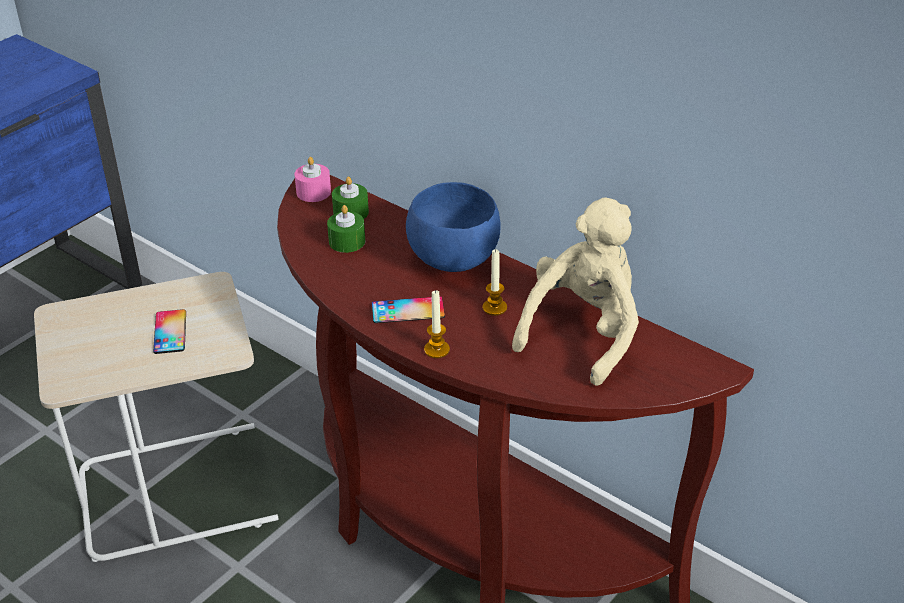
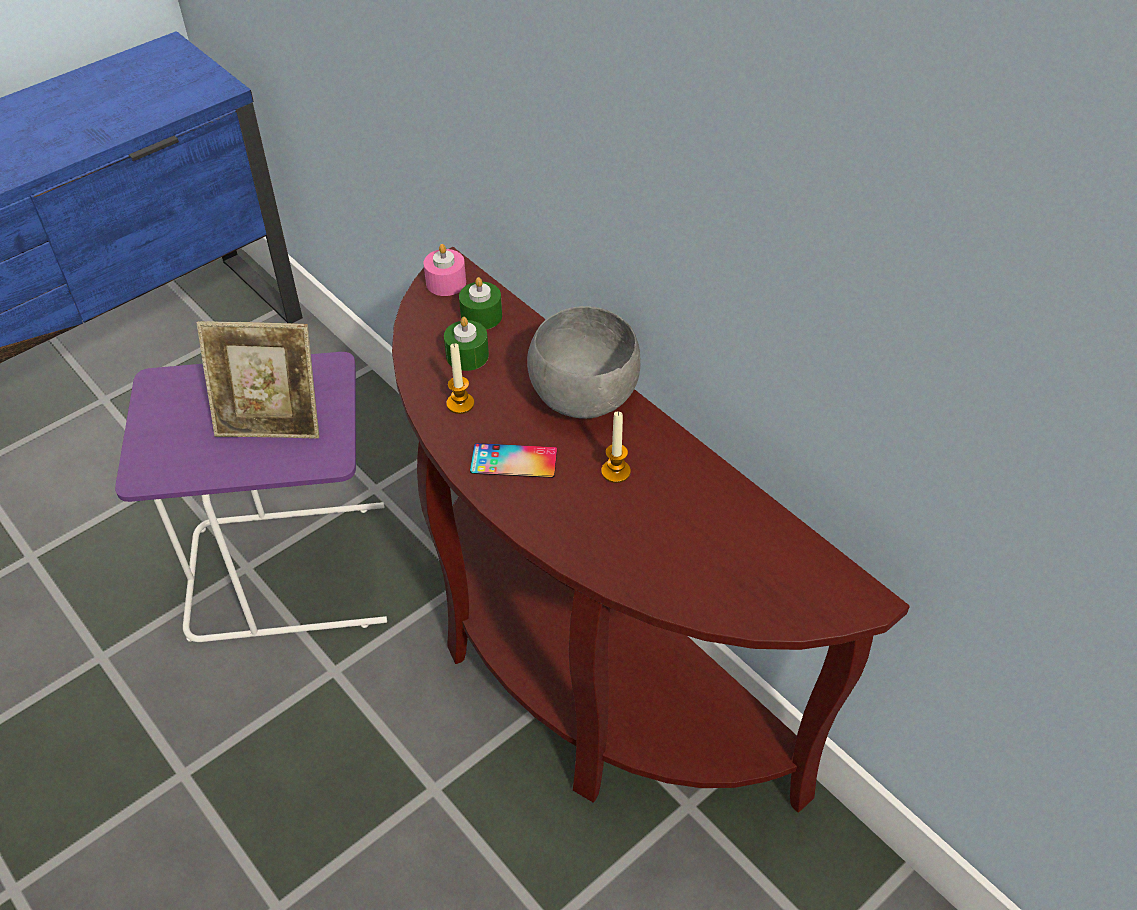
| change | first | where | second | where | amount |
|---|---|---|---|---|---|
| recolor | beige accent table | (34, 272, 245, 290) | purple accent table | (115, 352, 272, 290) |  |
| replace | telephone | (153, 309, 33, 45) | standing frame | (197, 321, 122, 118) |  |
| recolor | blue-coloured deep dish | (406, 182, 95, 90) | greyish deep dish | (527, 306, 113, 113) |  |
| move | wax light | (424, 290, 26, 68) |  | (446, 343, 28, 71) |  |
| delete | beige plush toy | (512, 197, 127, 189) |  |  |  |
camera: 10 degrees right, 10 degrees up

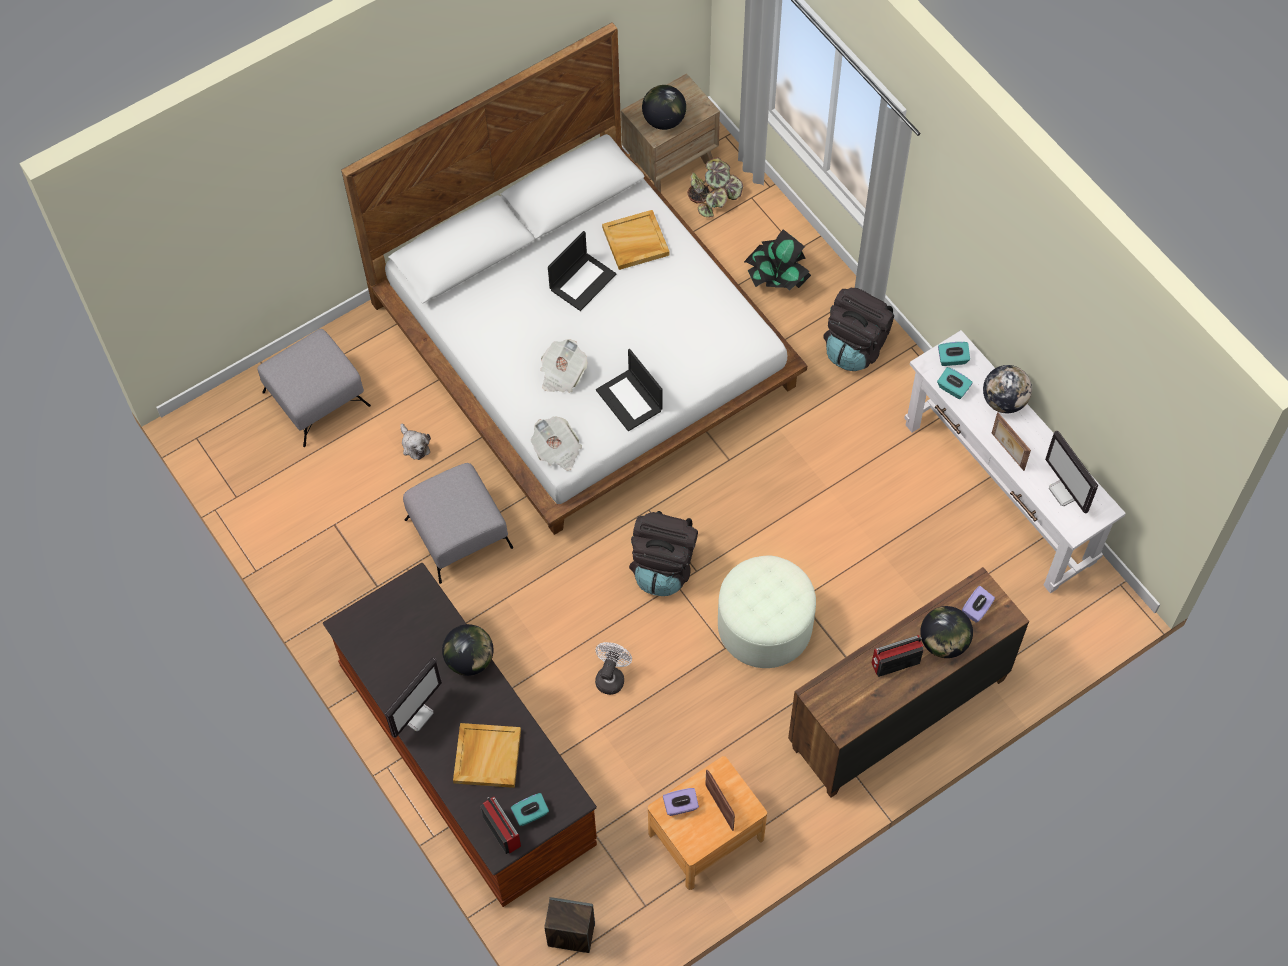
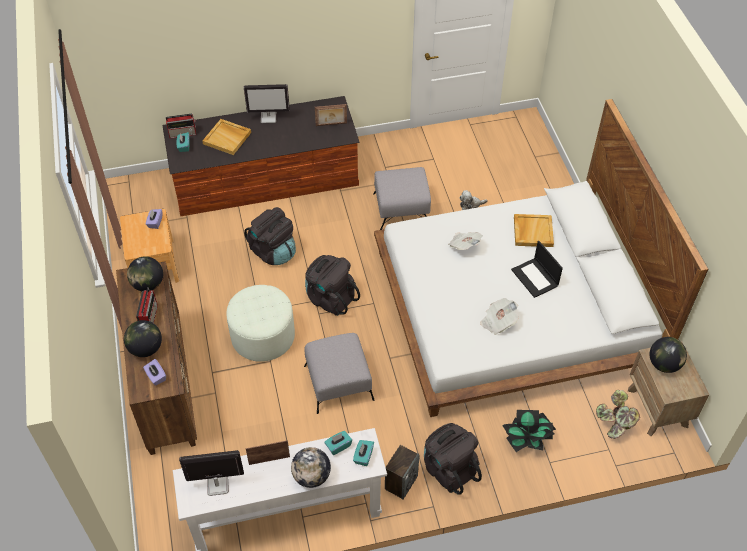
| change | first | where | second | where | amount |
|---|---|---|---|---|---|
| move | greyish ottoman | (257, 329, 114, 118) |  | (304, 333, 70, 81) |  |
| rotate | monitor | (385, 658, 57, 80) |  | (244, 84, 46, 39) | 60 degrees counterclockwise |
| move | world globe | (442, 624, 51, 52) |  | (127, 256, 36, 35) |  |
| move | daily paper | (531, 417, 51, 54) |  | (480, 298, 39, 37) |  |
| move | speaker | (544, 897, 51, 56) |  | (385, 445, 34, 54) |  |
| replace | white cooling fan | (595, 642, 37, 53) | black-coloured knapsack | (244, 207, 52, 58) |  |
| delete | laptop | (596, 349, 67, 82) |  |  |  |
| move | beige carrying tray | (602, 210, 68, 60) |  | (514, 214, 40, 33) |  |
| move | standing frame | (705, 770, 30, 61) |  | (315, 104, 32, 22) |  |
camera: 110 degrees right, 10 degrees down

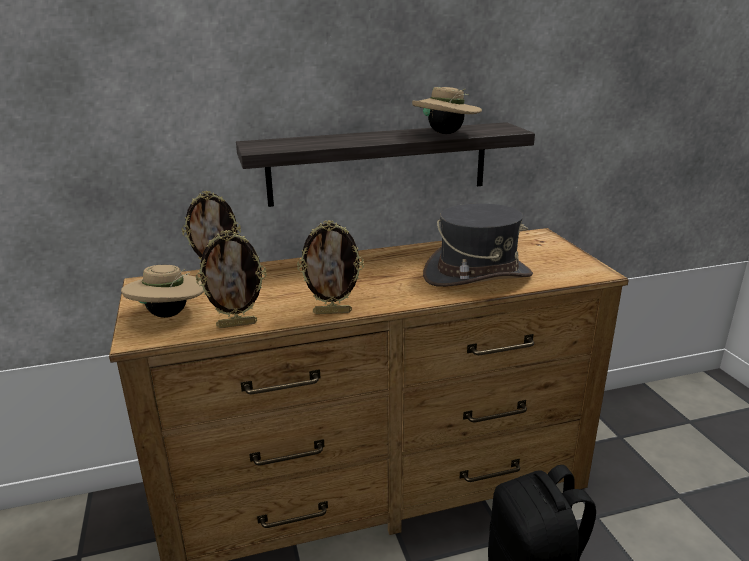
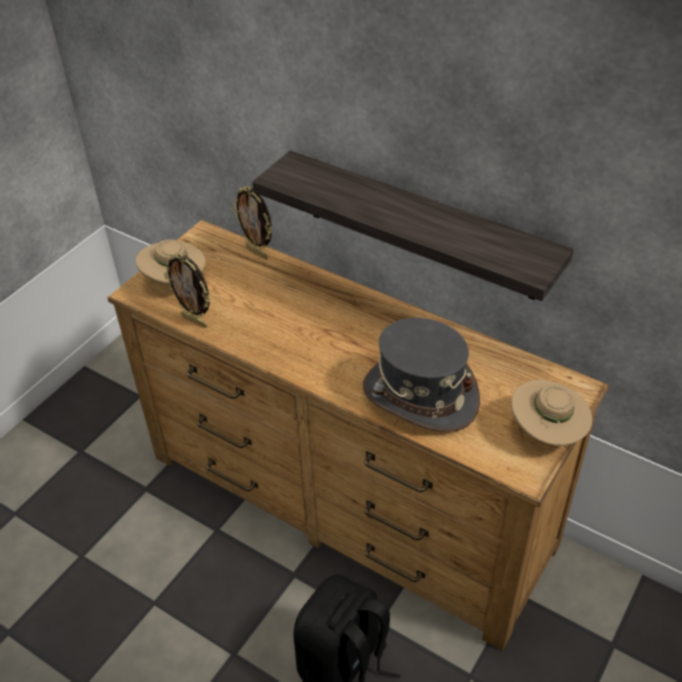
| change | first | where | second | where | amount |
|---|---|---|---|---|---|
| delete | standing frame | (297, 220, 67, 94) |  |  |  |
| move | beige clothing hat | (412, 87, 70, 47) |  | (511, 380, 82, 66) |  |
camera: 50 degrees right, 20 degrees up

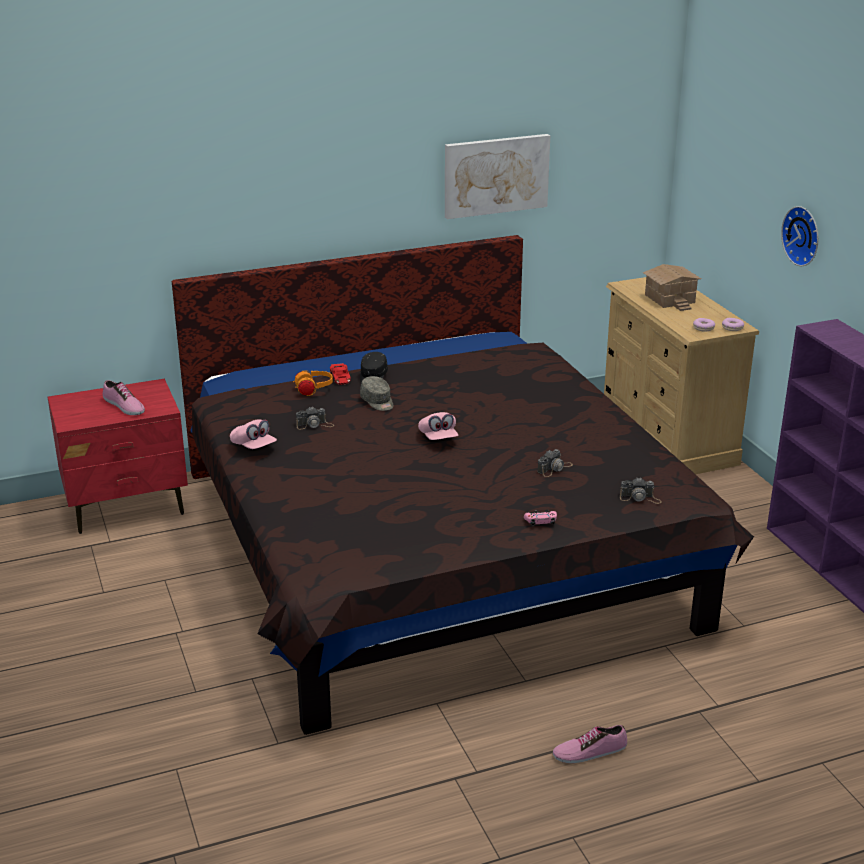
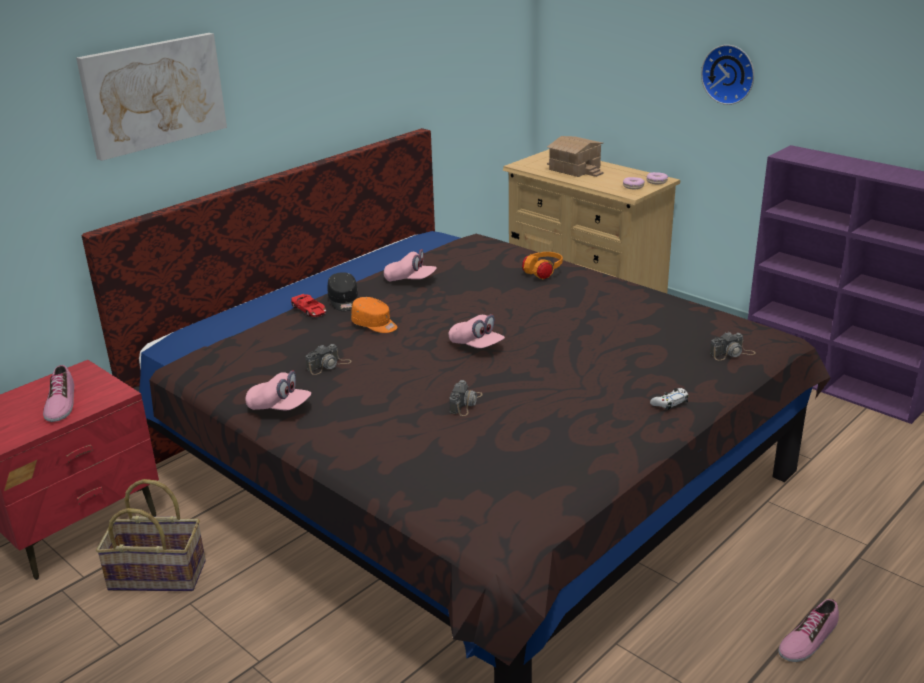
| change | first | where | second | where | amount |
|---|---|---|---|---|---|
| rotate | item of footwear | (103, 380, 42, 35) |  | (43, 365, 31, 57) | 60 degrees clockwise |
| move | orange-coloured pair of headphones | (293, 370, 40, 26) |  | (522, 252, 41, 27) |  |
| recolor | greyish baseball cap | (360, 376, 33, 35) | orange-coloured baseball cap | (351, 297, 46, 36) |  |
| move | wall picture | (445, 134, 105, 85) |  | (76, 33, 151, 128) |  |
| recolor | pink-coloured joypad | (524, 510, 33, 16) | white joypad | (650, 388, 39, 22) |  |
| move | still camera | (537, 449, 36, 28) |  | (449, 380, 34, 36) |  |
| insert |  |  | basket | (96, 479, 110, 112) |  |
| insert |  |  | pink-coloured baseball cap | (384, 249, 53, 33) |  |
camera: 25 degrees left, 0 degrees up

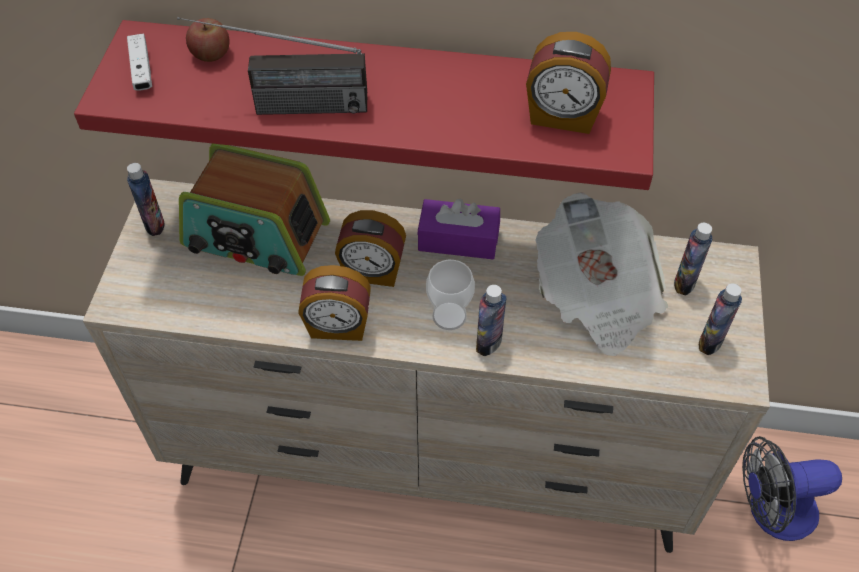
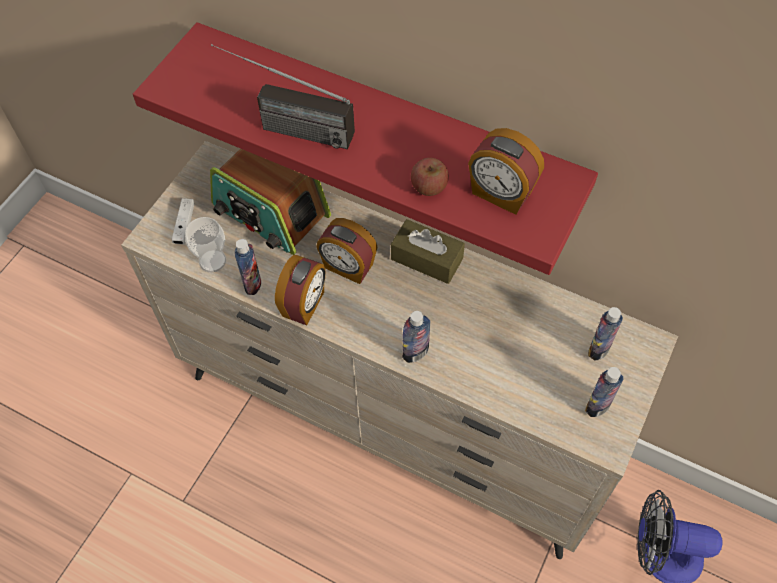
| change | first | where | second | where | amount |
|---|---|---|---|---|---|
| move | white joypad | (127, 34, 25, 57) |  | (172, 198, 22, 46) |  |
| move | bottle | (127, 163, 37, 73) |  | (235, 239, 26, 56) |  |
| move | whole apple | (186, 18, 44, 44) |  | (411, 158, 38, 38) |  |
| rotate | alarm clock | (298, 265, 73, 76) |  | (275, 255, 50, 70) | 90 degrees counterclockwise |
| recolor | purple box of tissues | (417, 199, 83, 61) | brown-coloured box of tissues | (391, 219, 74, 65) |  |
| move | cup | (426, 260, 49, 70) |  | (185, 217, 41, 56) |  |
| delete | daily paper | (536, 192, 132, 164) |  |  |  |
camera: 20 degrees right, 5 degrees up

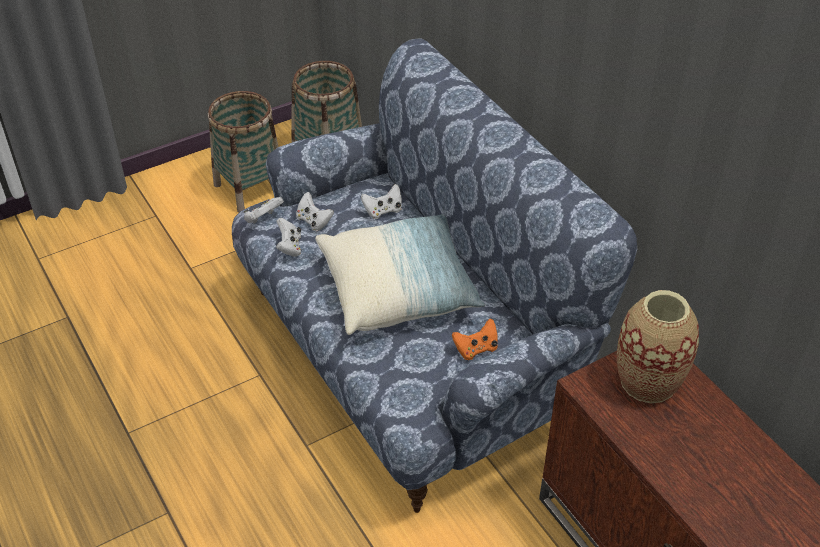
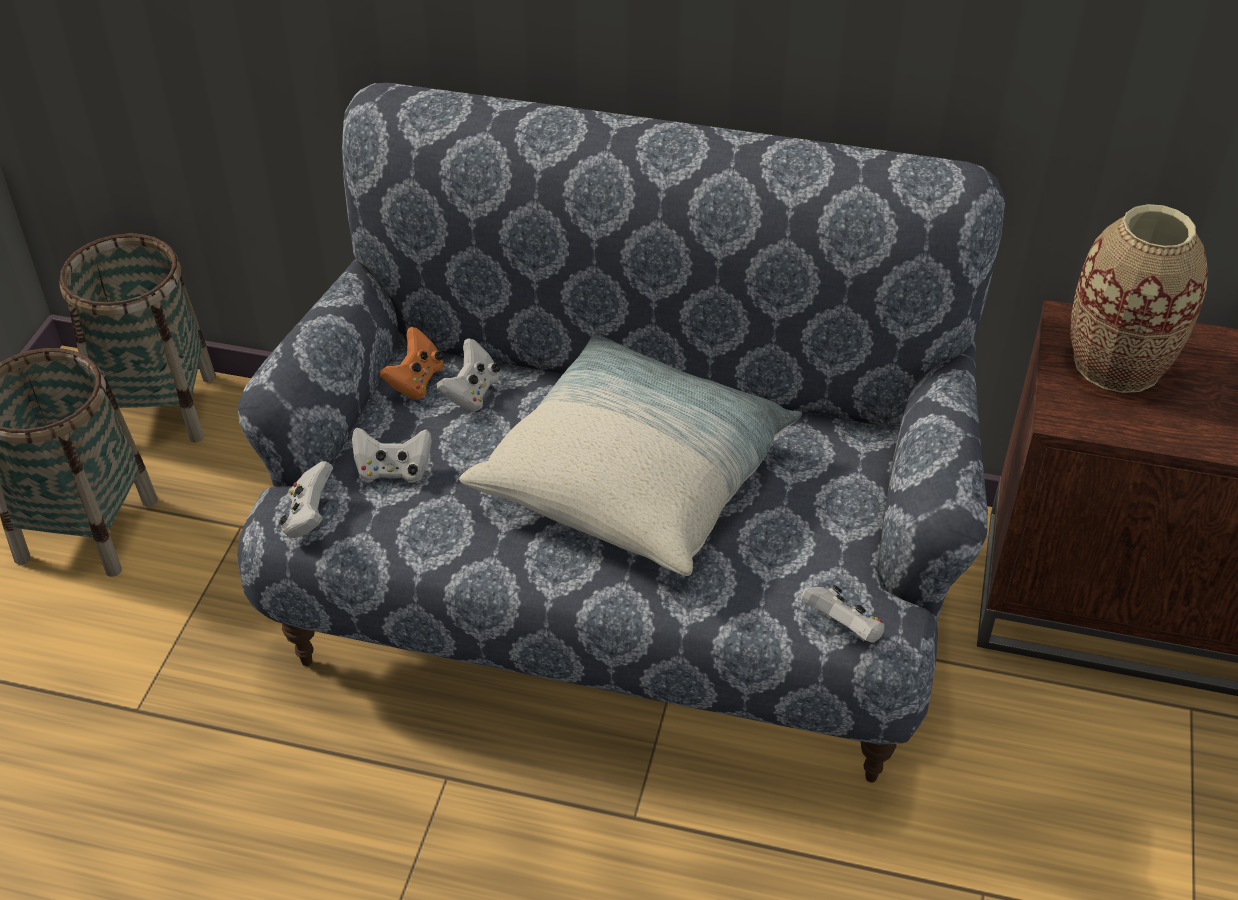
| change | first | where | second | where | amount |
|---|---|---|---|---|---|
| move | white joypad | (276, 218, 25, 39) |  | (801, 585, 84, 58) |  |
| move | orange-coloured joypad | (452, 319, 46, 41) |  | (379, 327, 65, 72) |  |
camera: 45 degrees left, 0 degrees up

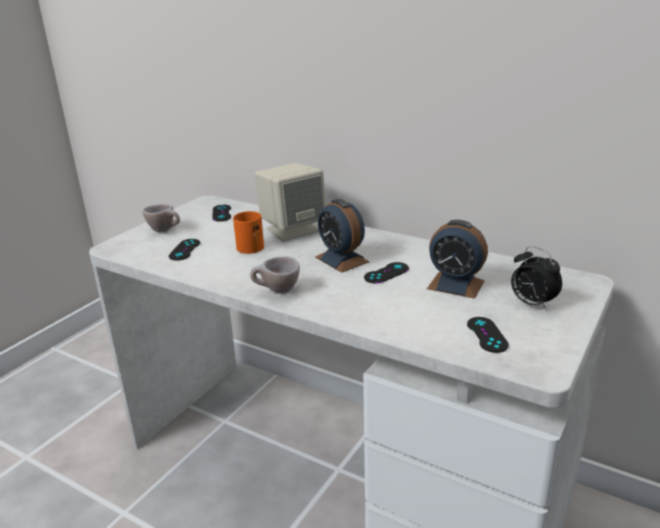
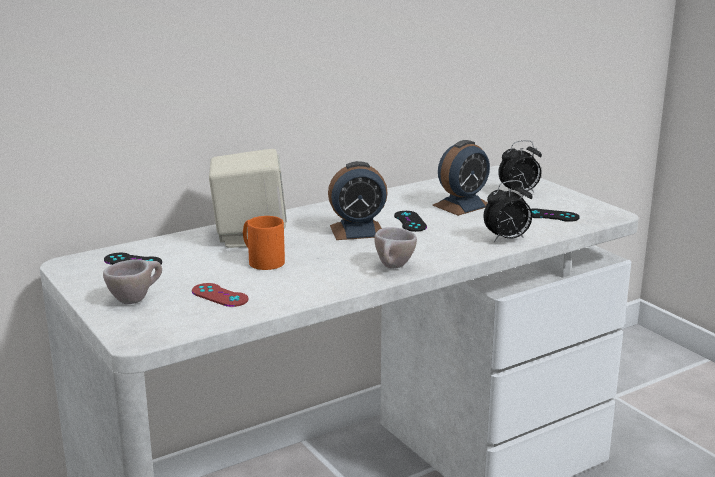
| change | first | where | second | where | amount |
|---|---|---|---|---|---|
| recolor | black-coloured joypad | (169, 239, 31, 22) | red-coloured joypad | (192, 283, 56, 24) |  |
| insert |  |  | alarm clock | (483, 180, 50, 62) |  |
camera: 65 degrees left, 5 degrees down

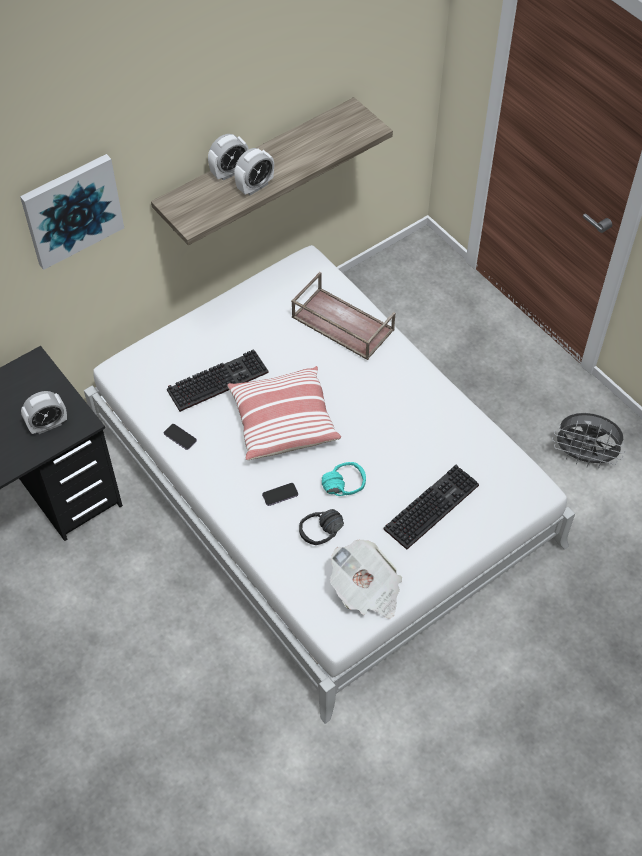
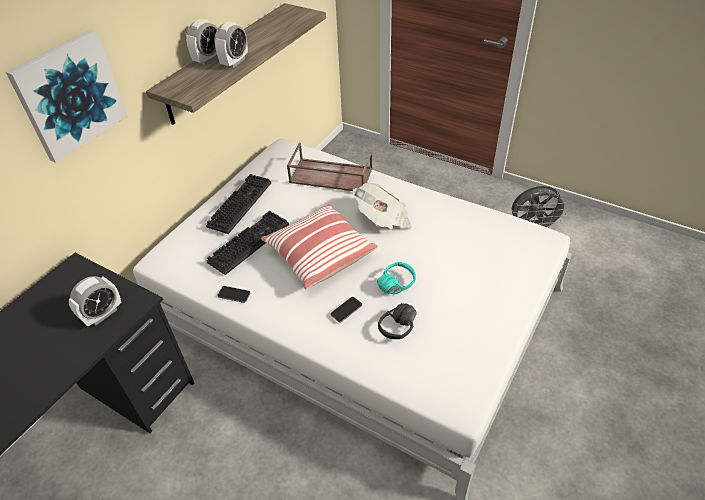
| change | first | where | second | where | amount |
|---|---|---|---|---|---|
| move | daily paper | (330, 540, 72, 78) |  | (353, 183, 59, 46) |  |
| move | PC keyboard | (383, 465, 96, 85) |  | (206, 174, 65, 60) |  |
camera: 20 degrees left, 10 degrees down

